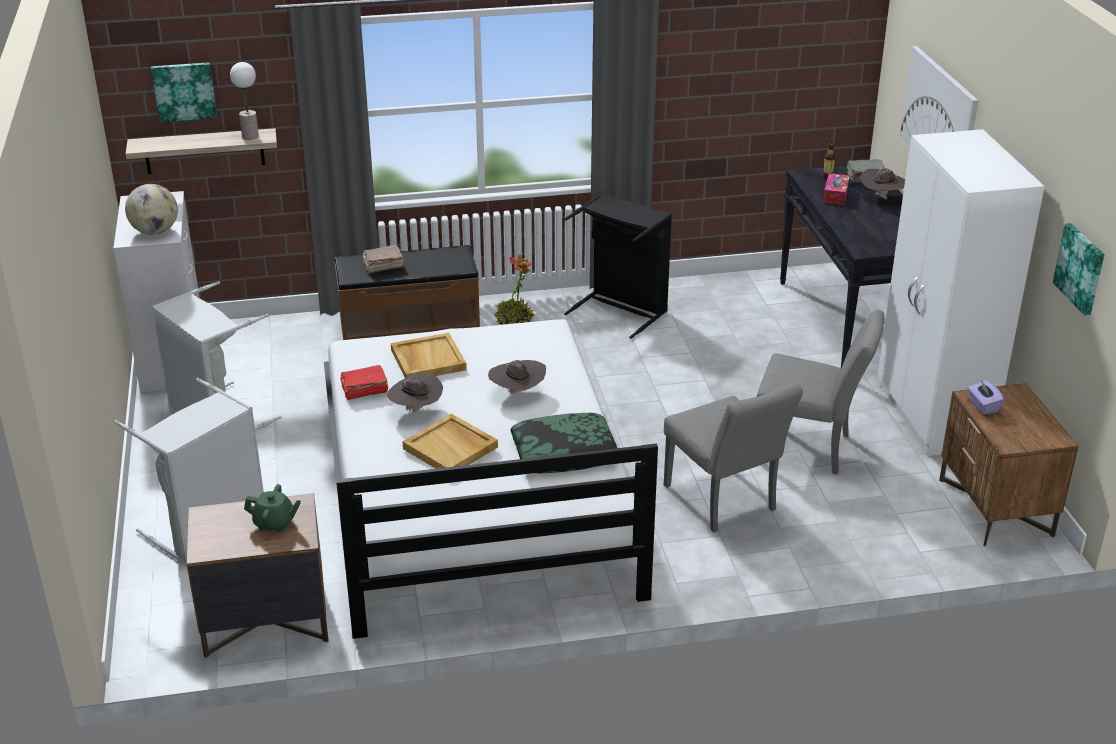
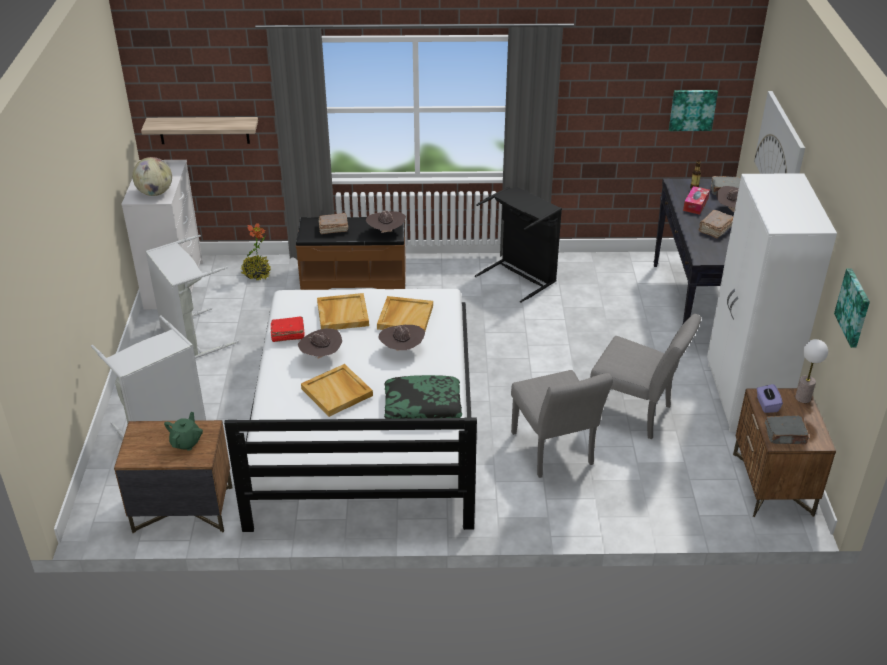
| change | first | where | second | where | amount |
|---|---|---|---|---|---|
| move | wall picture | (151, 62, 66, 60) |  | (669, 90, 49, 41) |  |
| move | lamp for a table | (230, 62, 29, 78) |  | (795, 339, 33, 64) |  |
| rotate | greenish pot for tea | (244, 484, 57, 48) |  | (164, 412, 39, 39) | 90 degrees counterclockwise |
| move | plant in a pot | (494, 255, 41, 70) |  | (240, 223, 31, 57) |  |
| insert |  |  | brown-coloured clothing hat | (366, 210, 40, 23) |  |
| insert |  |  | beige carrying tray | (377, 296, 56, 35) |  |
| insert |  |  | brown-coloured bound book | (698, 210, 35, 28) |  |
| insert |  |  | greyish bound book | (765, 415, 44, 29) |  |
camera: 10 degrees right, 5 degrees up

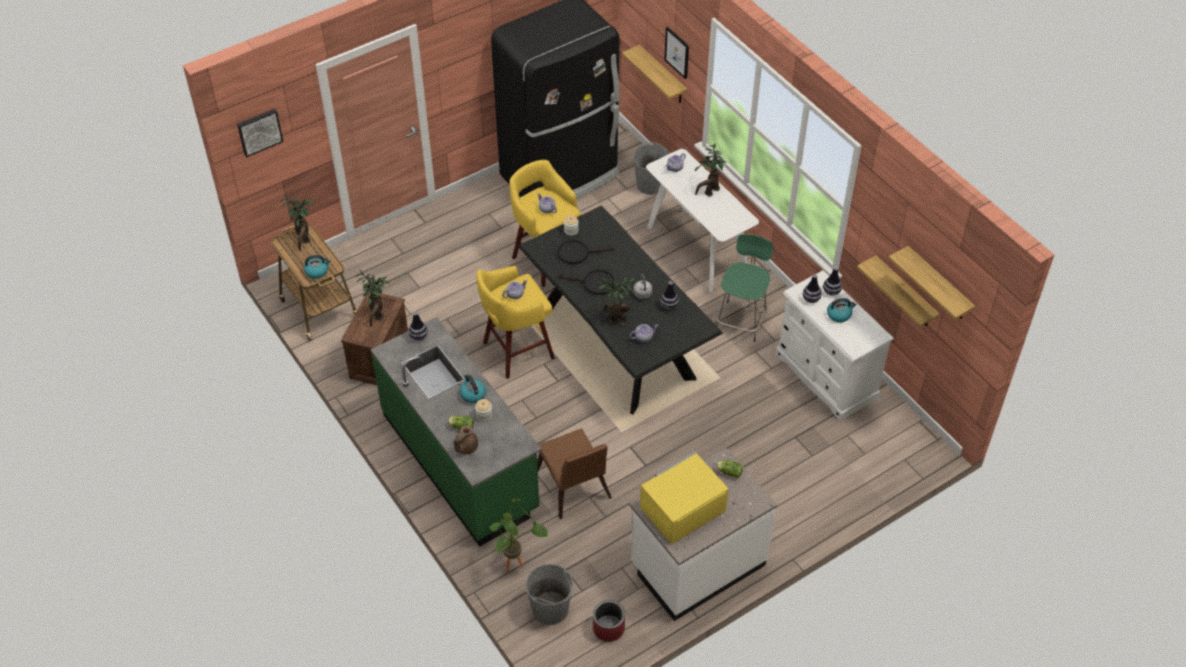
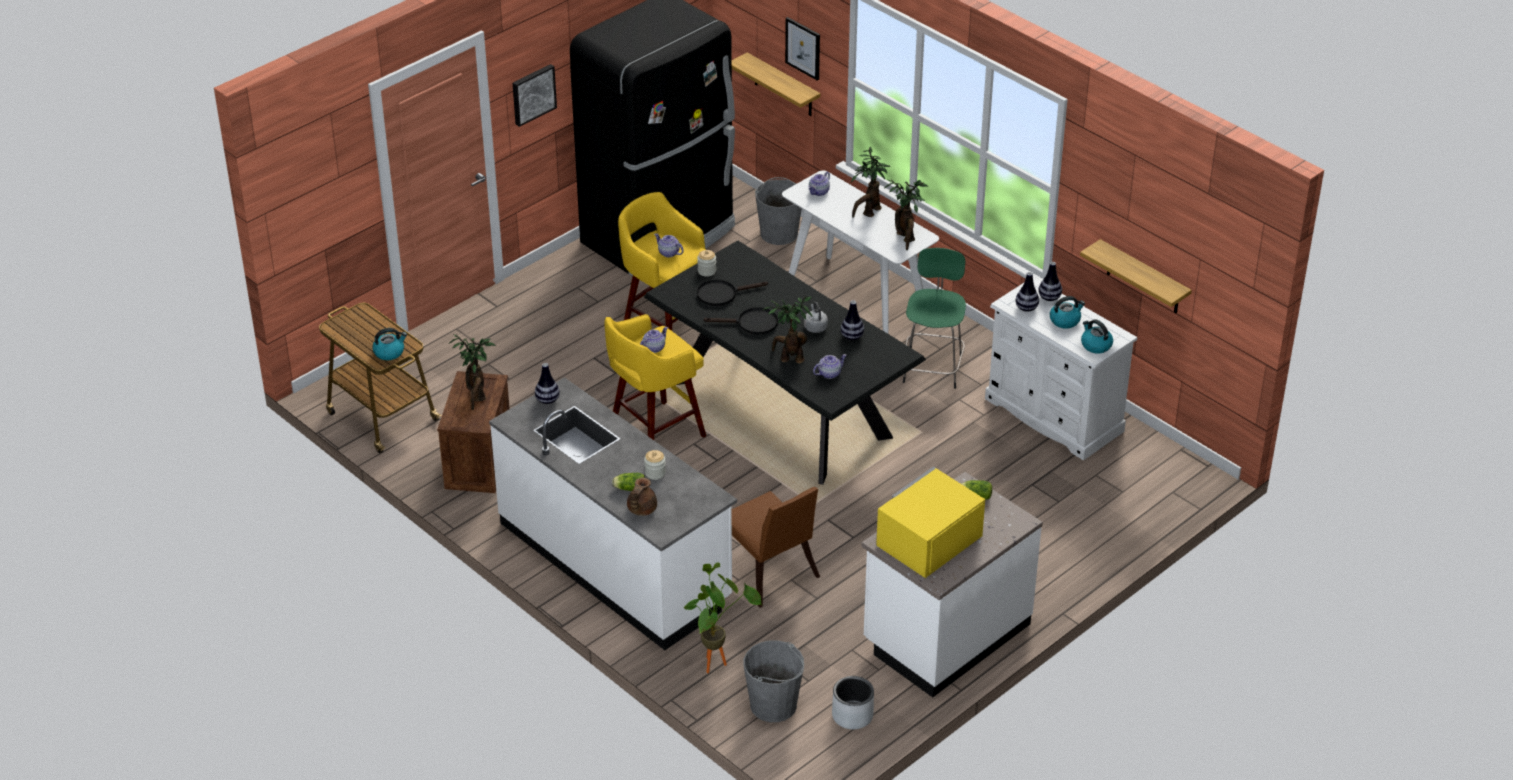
| change | first | where | second | where | amount |
|---|---|---|---|---|---|
| move | wall picture | (237, 109, 46, 48) |  | (512, 64, 45, 63) |  |
| move | plant in a pot | (280, 195, 35, 55) |  | (884, 179, 45, 71) |  |
| recolor | greenish kitchen base unit | (370, 317, 172, 230) | white kitchen base unit | (489, 377, 248, 273) |  |
| move | kettle | (460, 374, 26, 29) |  | (1081, 319, 32, 34) |  |
| recolor | red-coloured plant pot | (593, 600, 32, 42) | greyish plant pot | (832, 676, 42, 53) |  |
| delete | wall shelf | (888, 246, 87, 74) |  |  |  |
camera: 10 degrees left, 10 degrees down

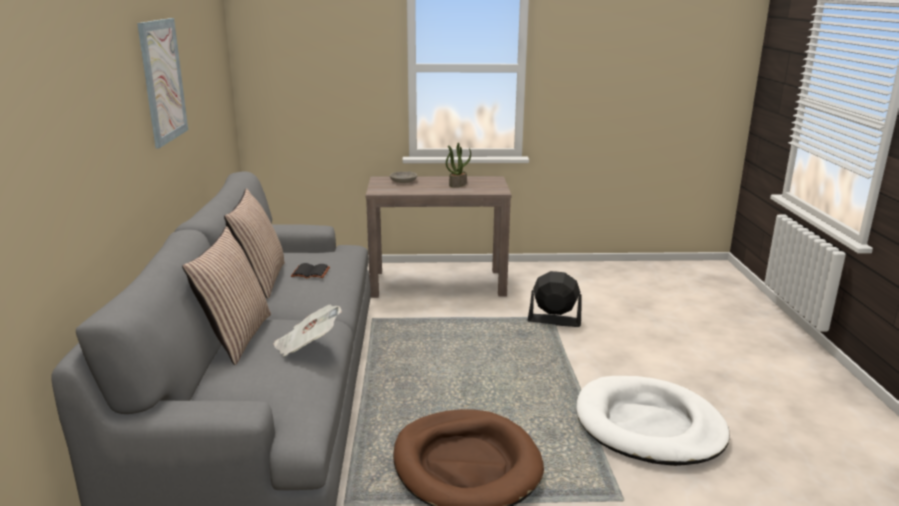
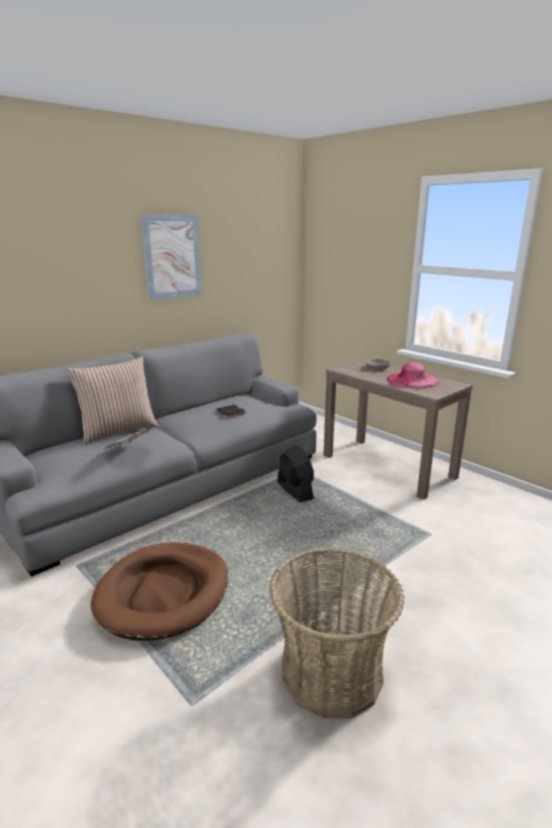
| change | first | where | second | where | amount |
|---|---|---|---|---|---|
| delete | pillow | (224, 188, 61, 111) |  |  |  |
| replace | plant in a pot | (446, 143, 25, 44) | pink-coloured clothing hat | (387, 362, 52, 27) |  |
| move | black-coloured cooling fan | (527, 271, 55, 56) |  | (277, 446, 37, 57) |  |
| replace | white pet bed | (576, 376, 154, 90) | basket | (269, 548, 135, 170) |  |
camera: 50 degrees right, 0 degrees up

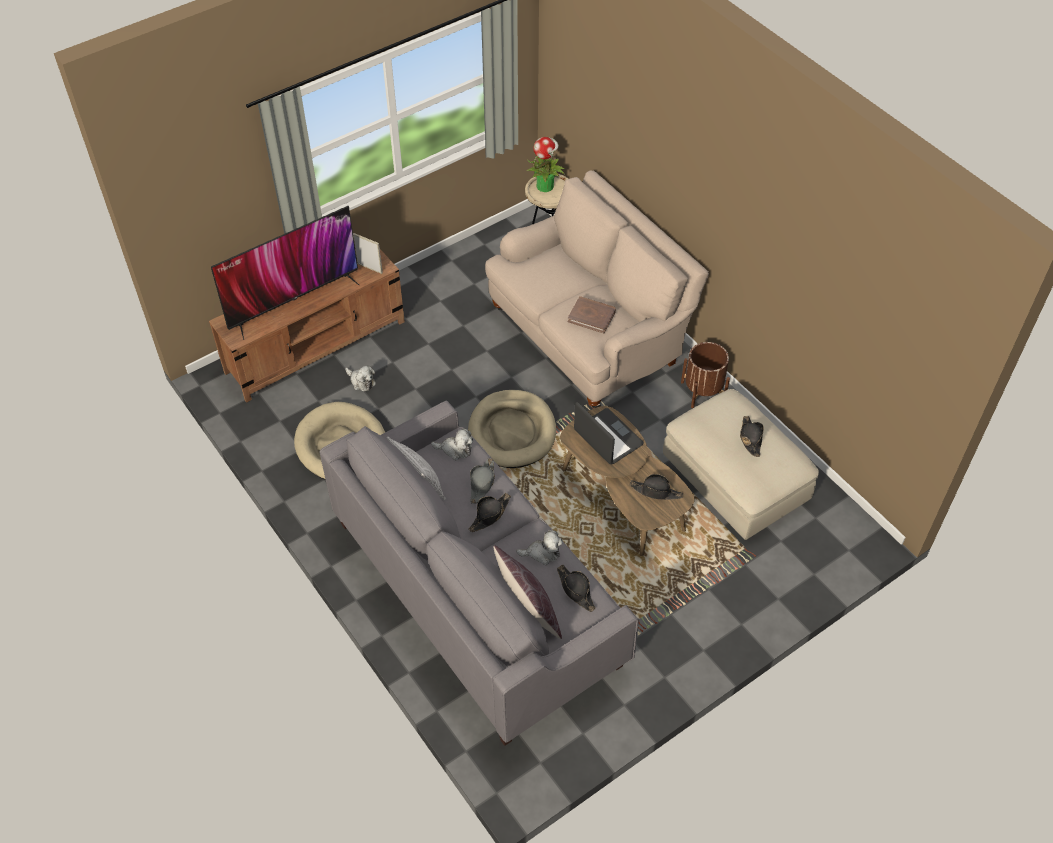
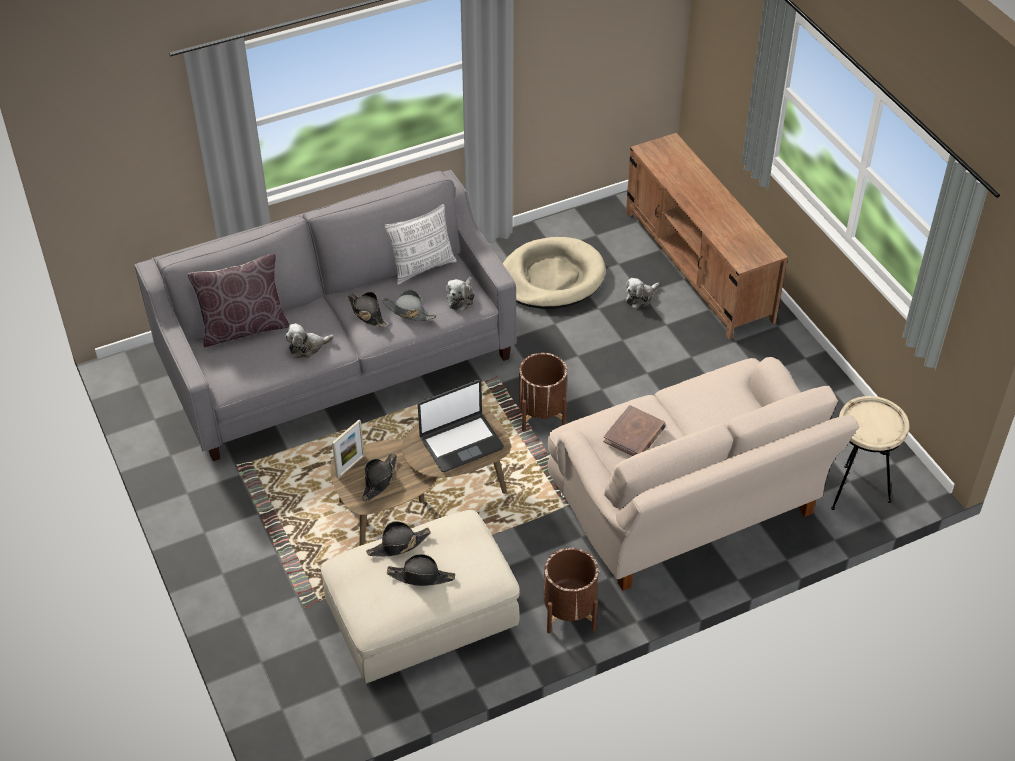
| change | first | where | second | where | amount |
|---|---|---|---|---|---|
| delete | television | (211, 206, 148, 134) |  |  |  |
| move | standing frame | (353, 233, 30, 41) |  | (332, 420, 32, 59) |  |
| replace | beige pet bed | (468, 390, 88, 78) | brown-coloured plant pot | (519, 353, 48, 79) |  |
| rotate | plush toy | (516, 530, 47, 35) |  | (285, 323, 49, 35) | 60 degrees clockwise |
| delete | plant in a pot | (527, 137, 38, 55) |  |  |  |
| move | black-coloured clothing hat | (557, 565, 39, 47) |  | (366, 521, 65, 36) |  |
camera: 100 degrees right, 5 degrees down

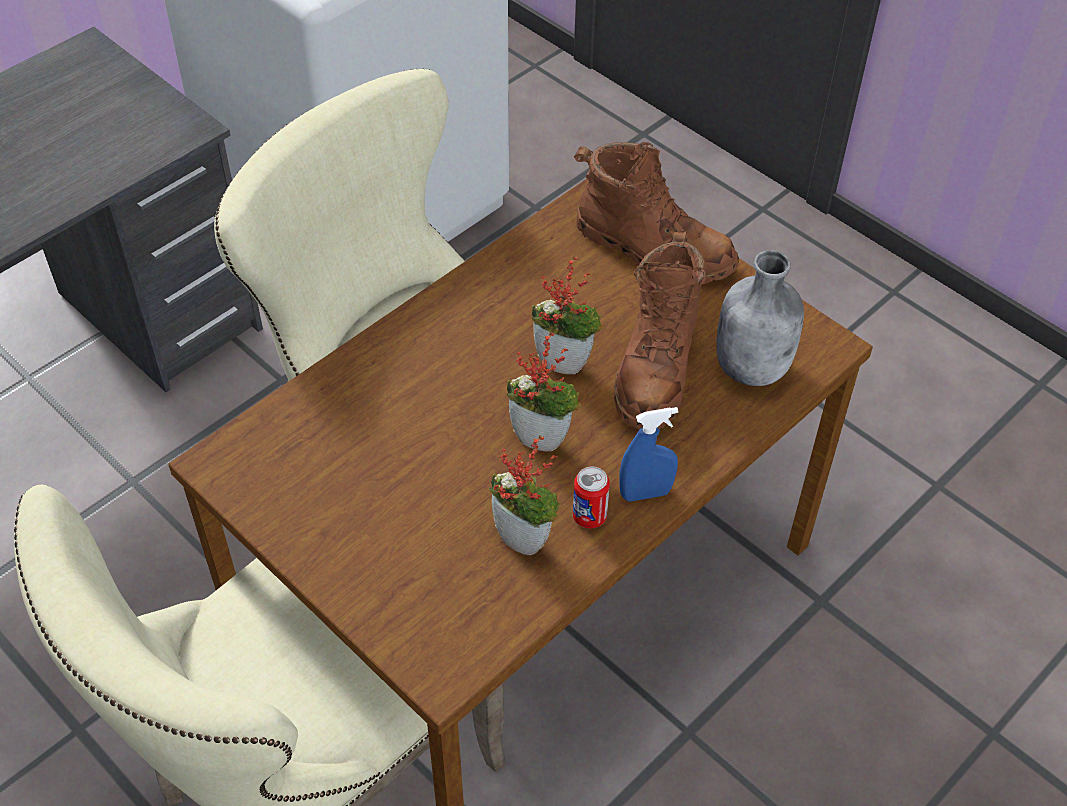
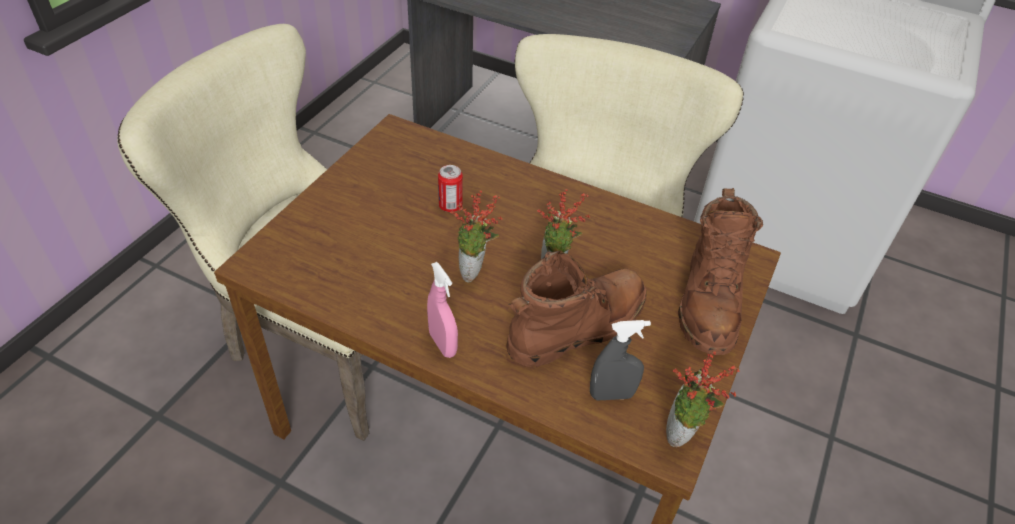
| change | first | where | second | where | amount |
|---|---|---|---|---|---|
| move | plant in a pot | (488, 435, 73, 120) |  | (666, 351, 74, 96) |  |
| move | metal can | (573, 467, 37, 61) |  | (438, 165, 25, 47) |  |
| rotate | brown-coloured boot | (614, 231, 92, 198) |  | (506, 250, 140, 118) | 150 degrees clockwise |
| recolor | blue-coloured hand sprayer | (619, 407, 59, 95) | pink-coloured hand sprayer | (427, 262, 31, 96) |  |
| replace | greyish bottle | (716, 250, 88, 136) | greyish hand sprayer | (590, 320, 61, 80) |  |
camera: 70 degrees right, 5 degrees down

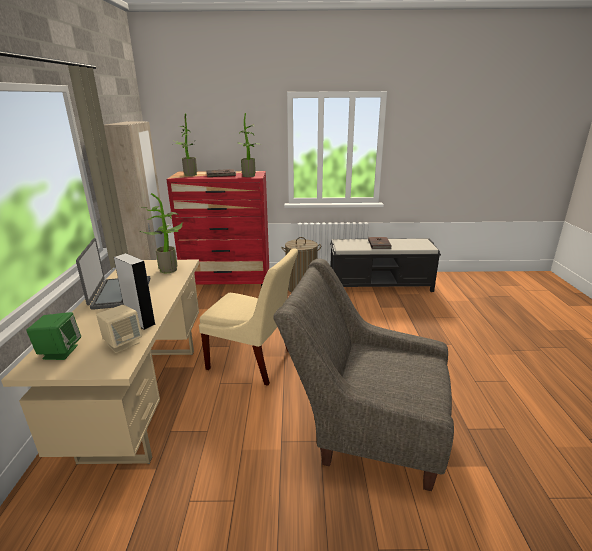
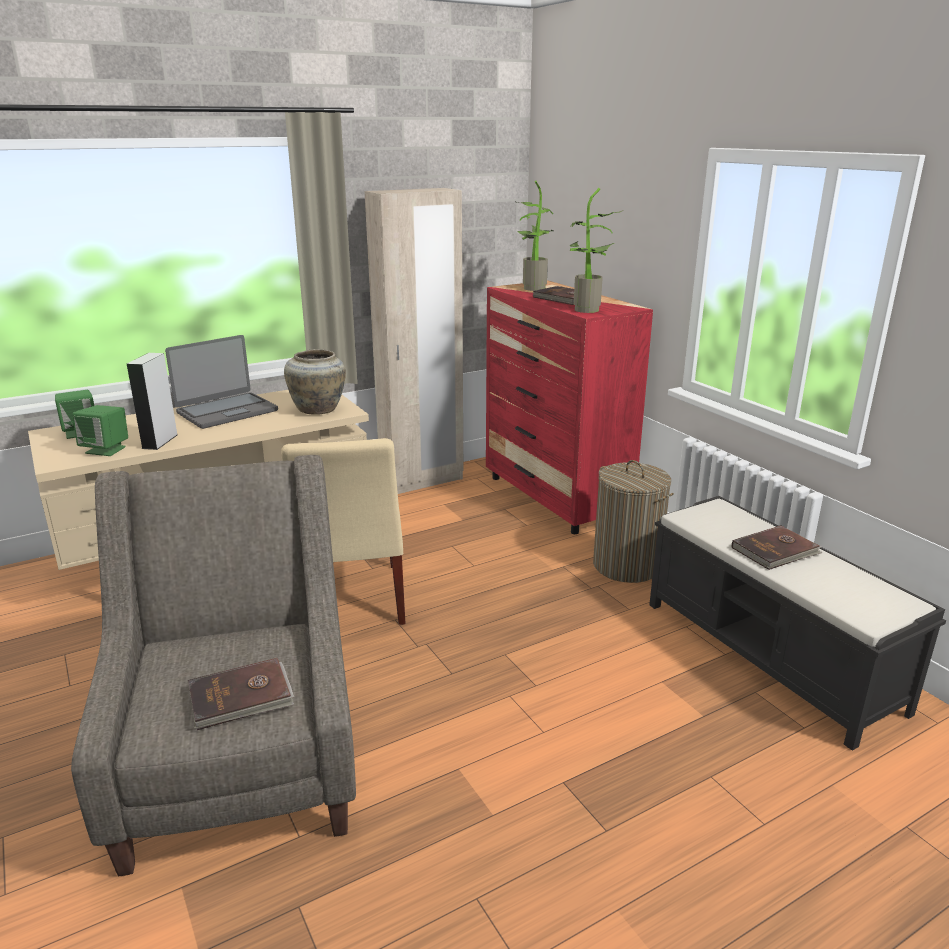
| change | first | where | second | where | amount |
|---|---|---|---|---|---|
| recolor | beige speaker | (96, 305, 46, 48) | greenish speaker | (72, 405, 56, 51) |  |
| replace | plant in a pot | (138, 193, 45, 80) | beige vase | (284, 349, 62, 66) |  |
| insert |  |  | brown-coloured bound book | (188, 658, 106, 72) |  |
camera: 60 degrees right, 0 degrees up

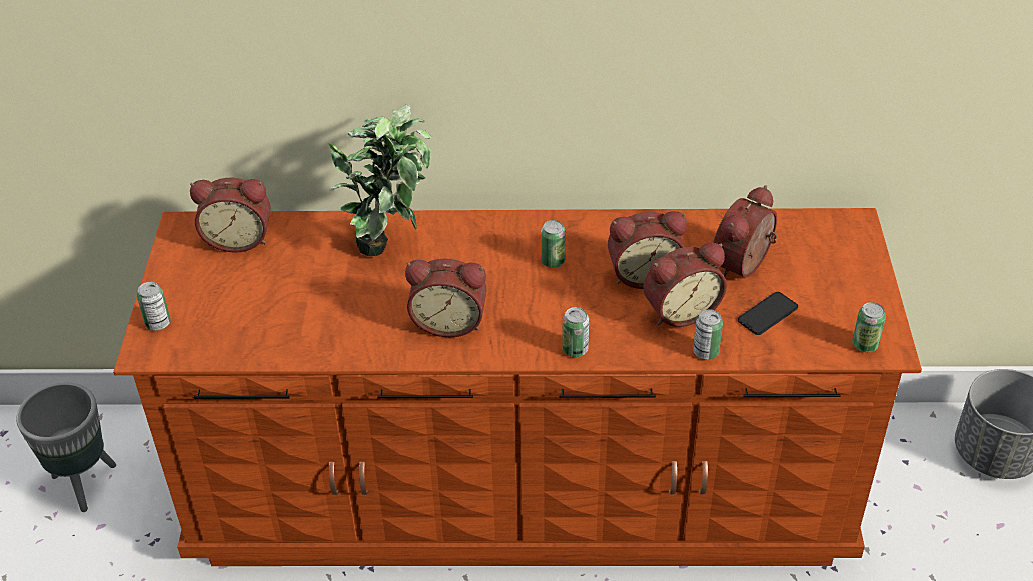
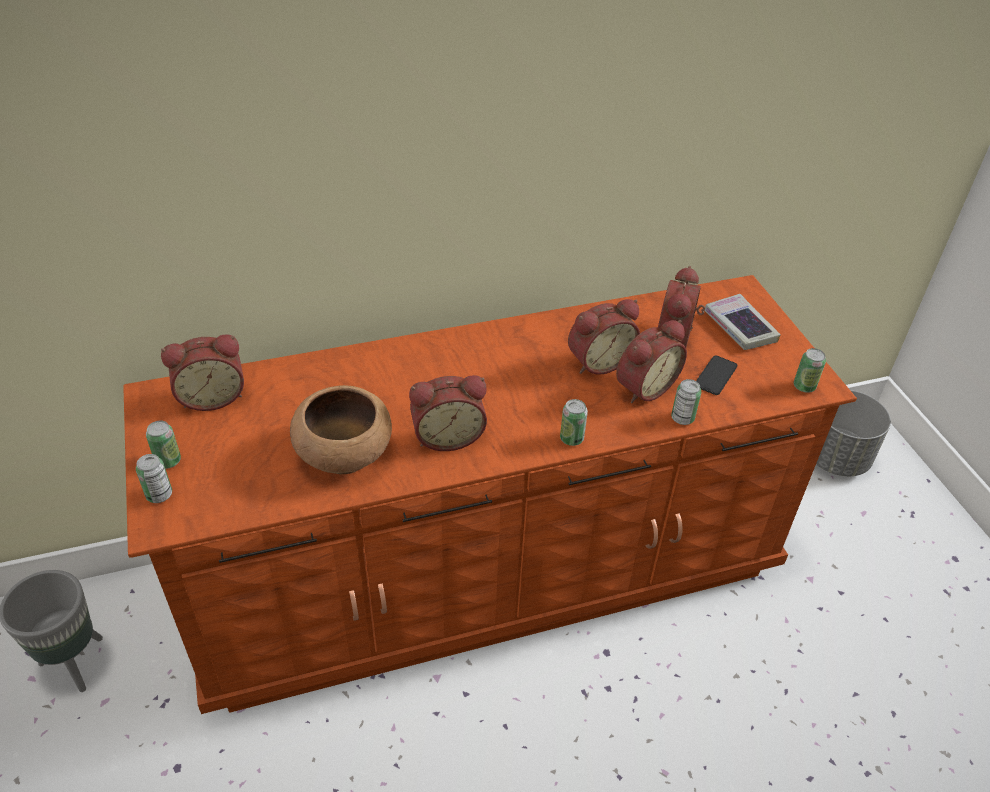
| change | first | where | second | where | amount |
|---|---|---|---|---|---|
| delete | plant in a pot | (328, 104, 103, 152) |  |  |  |
| move | metal can | (541, 220, 25, 48) |  | (146, 421, 35, 48) |  |
| insert |  |  | brown-coloured deep dish | (290, 385, 102, 89) |  |
| insert |  |  | bound book | (704, 294, 77, 56) |  |
camera: 20 degrees left, 0 degrees up

